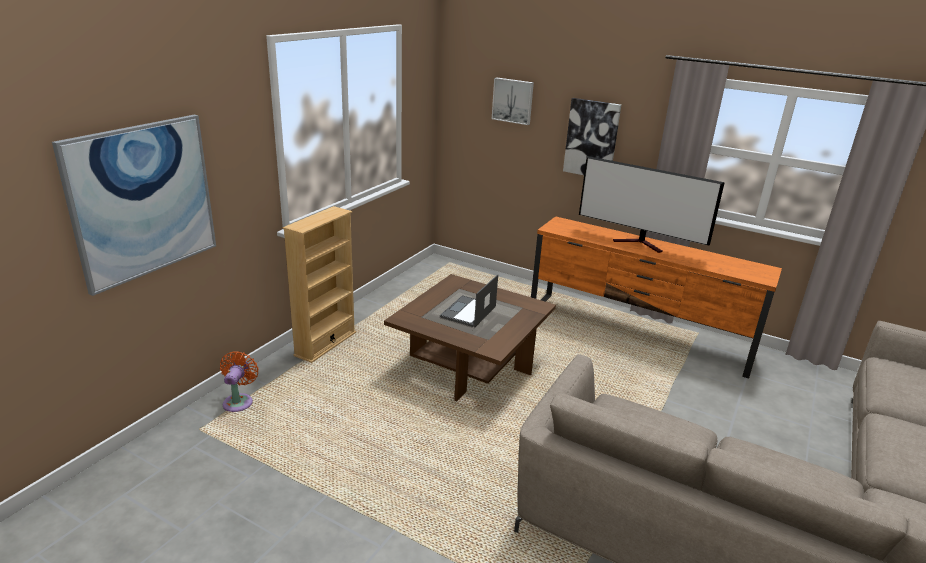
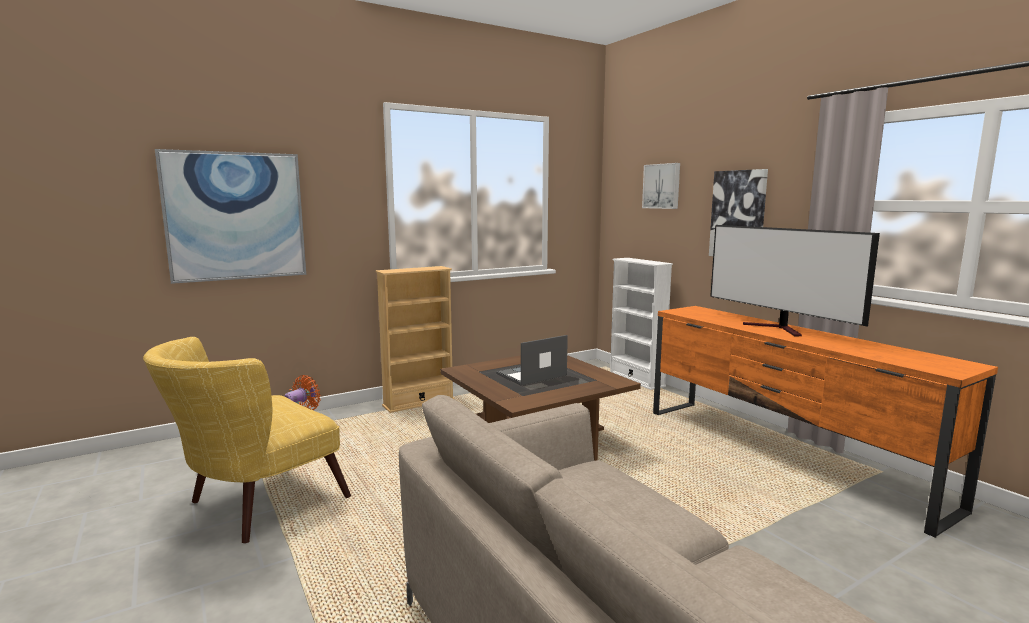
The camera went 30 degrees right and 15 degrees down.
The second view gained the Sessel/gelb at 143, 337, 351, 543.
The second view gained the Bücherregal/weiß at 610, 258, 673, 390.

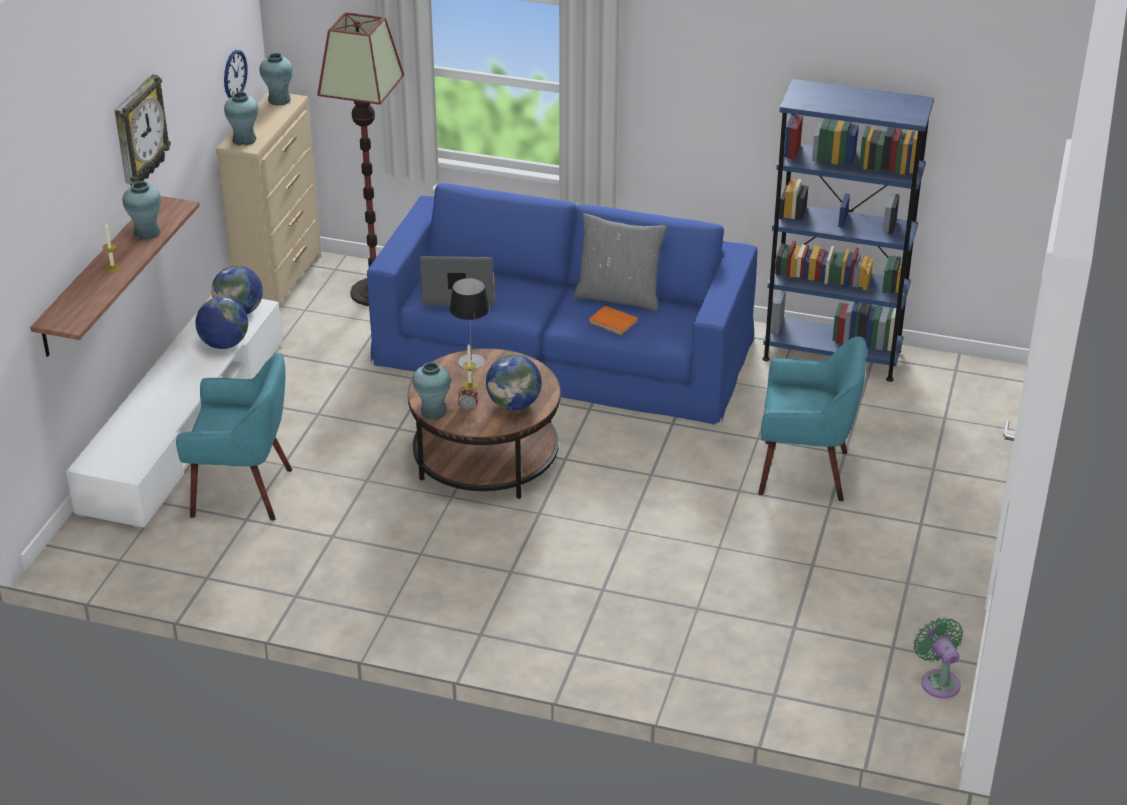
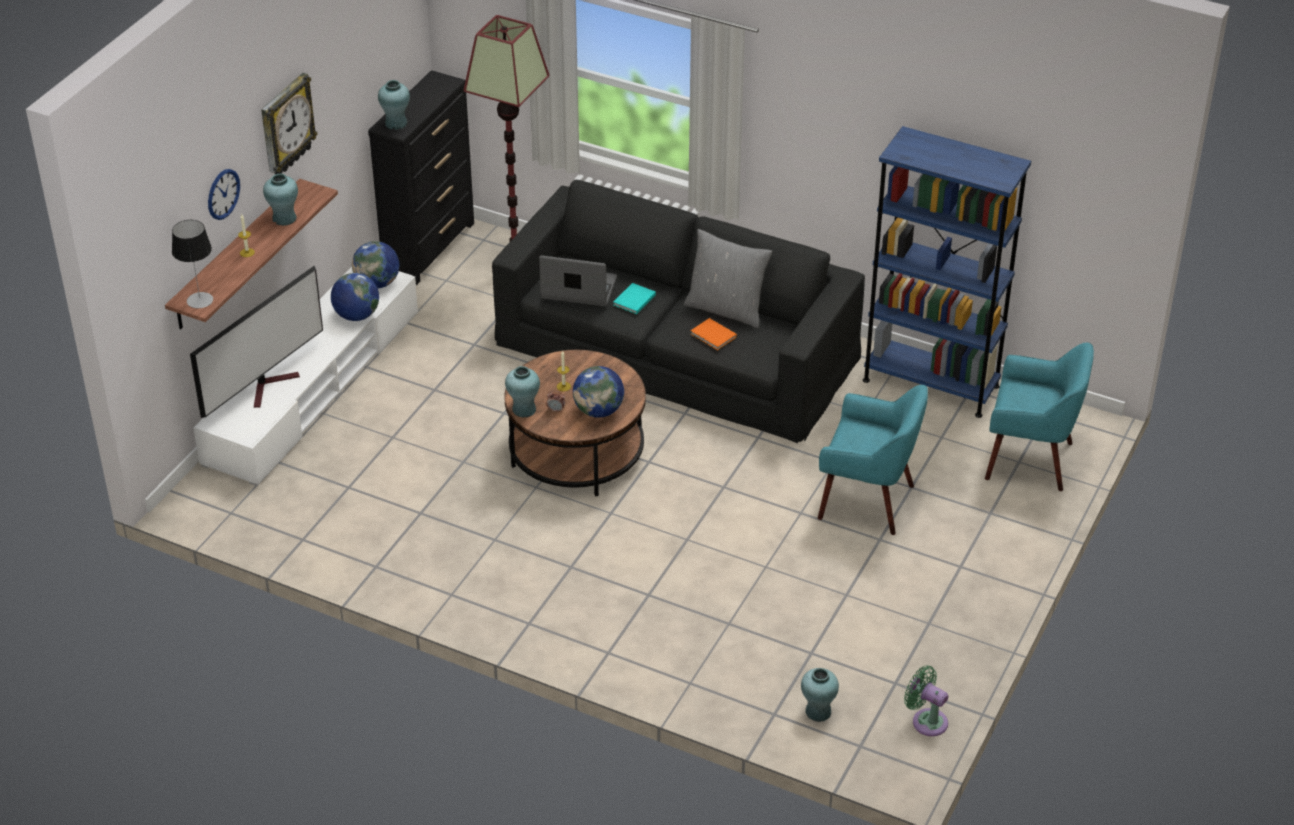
The camera went 10 degrees right and 5 degrees up.
The second view gained the Fernseher at 190, 266, 323, 418.
The second view gained the Buch/türkis at 613, 283, 656, 314.
The Sessel/türkis ended up elsewhere, having gone from 176, 353, 292, 521 to 985, 343, 1094, 491.
The Wanduhr ended up elsewhere, having gone from 224, 50, 248, 98 to 208, 169, 240, 220.
The Vase/türkis ended up elsewhere, having gone from 260, 53, 293, 106 to 801, 668, 839, 722.
The Tischlampe ended up elsewhere, having gone from 450, 278, 490, 369 to 172, 220, 213, 308.
What was the Kommode/beige at 216, 92, 322, 304 turned into the Kommode/schwarz at 368, 70, 474, 285.
What was the Sofa/blau at 367, 183, 758, 425 turned into the Sofa/schwarz at 492, 180, 865, 443.
The Ventilator/grün at 914, 618, 963, 698 ended up facing another way, 45 degrees counterclockwise from before.

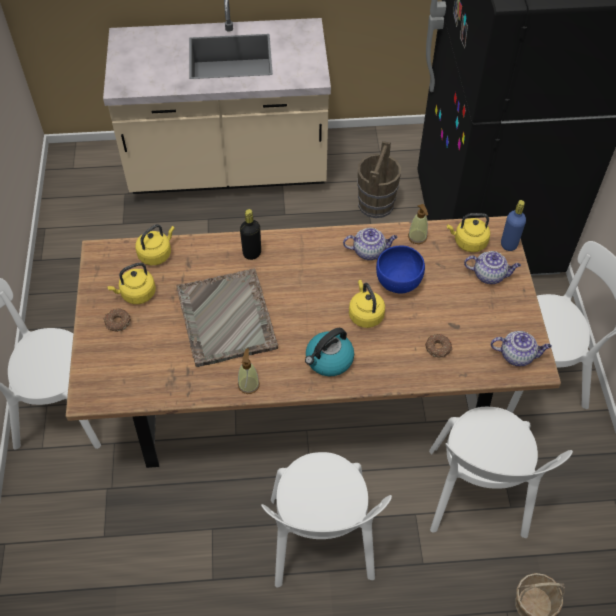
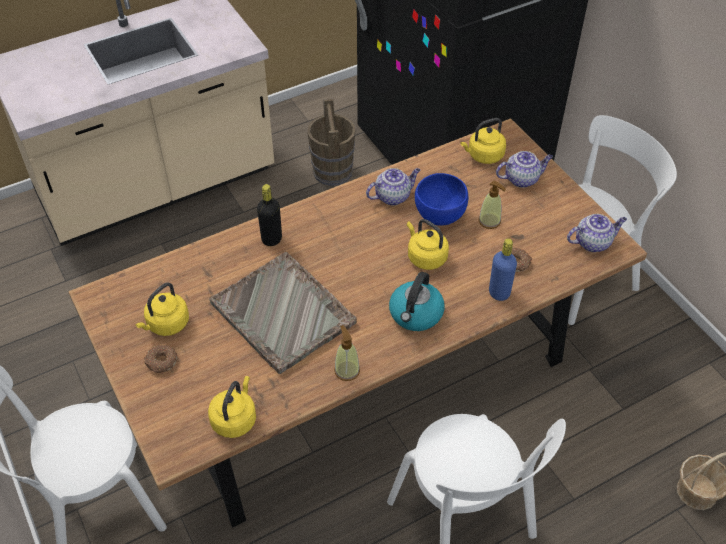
The camera went 25 degrees left and 5 degrees down.
The second view lost the Stuhl/weiß at 429, 407, 573, 538.
The Wasserkessel/gelb ended up elsewhere, having gone from 135, 224, 175, 265 to 208, 376, 256, 438.
The Seifenspender ended up elsewhere, having gone from 408, 204, 428, 244 to 479, 180, 506, 229.
The Flasche/blau ended up elsewhere, having gone from 501, 200, 526, 251 to 489, 238, 517, 301.

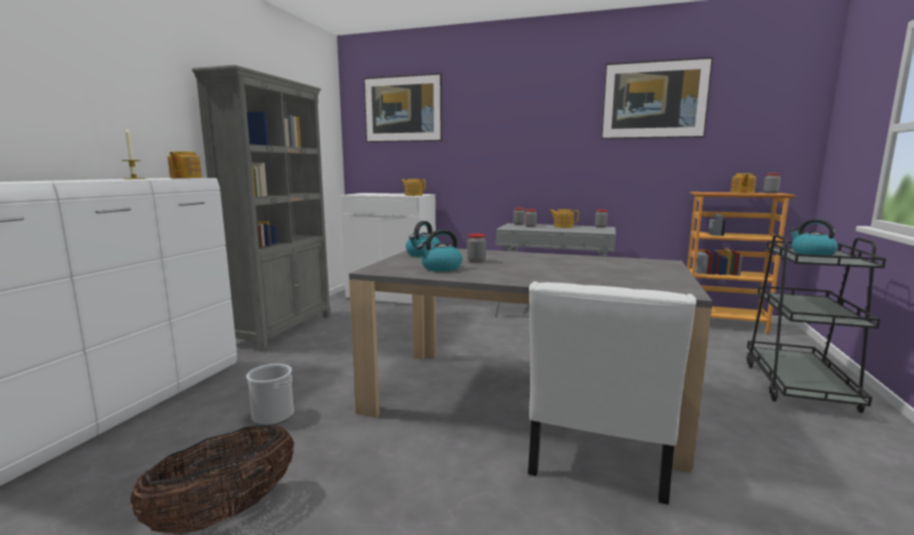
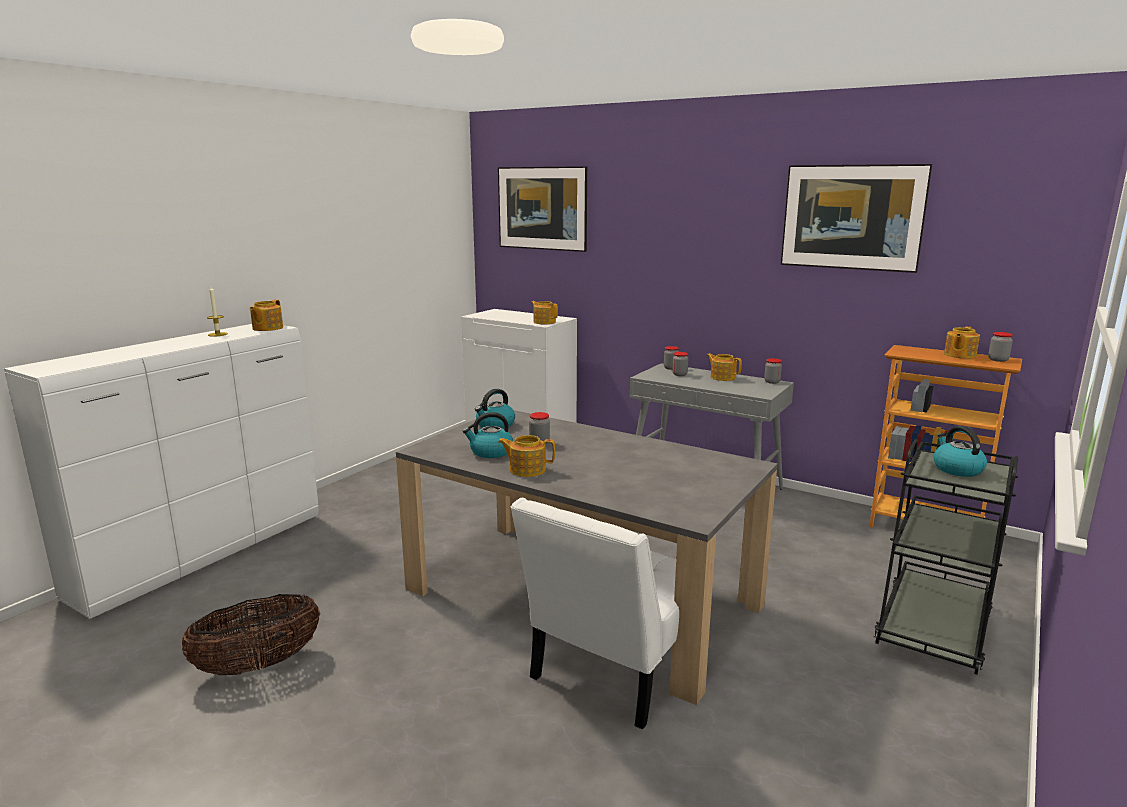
The camera went 15 degrees right and 5 degrees up.
The second view lost the Bücherregal/grau at 192, 65, 331, 352.
The second view lost the Eimer at 246, 364, 294, 425.
The second view gained the Teekanne at 498, 435, 555, 477.

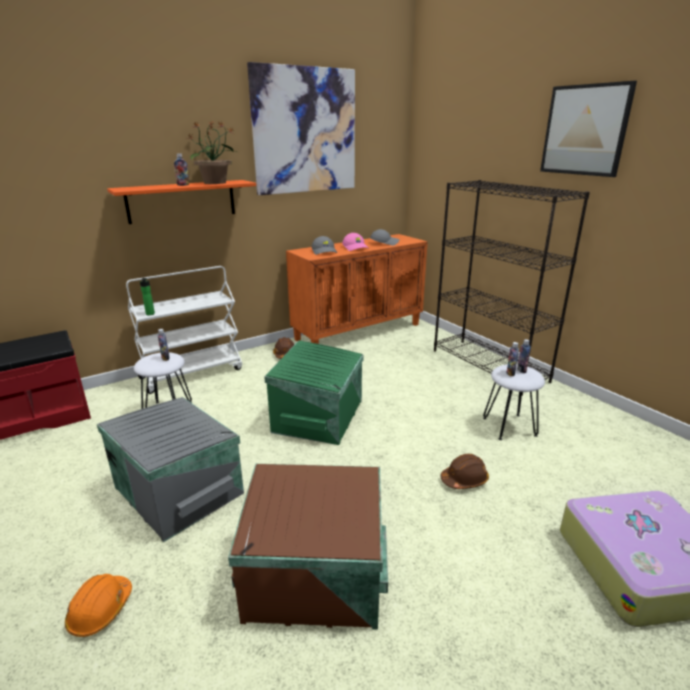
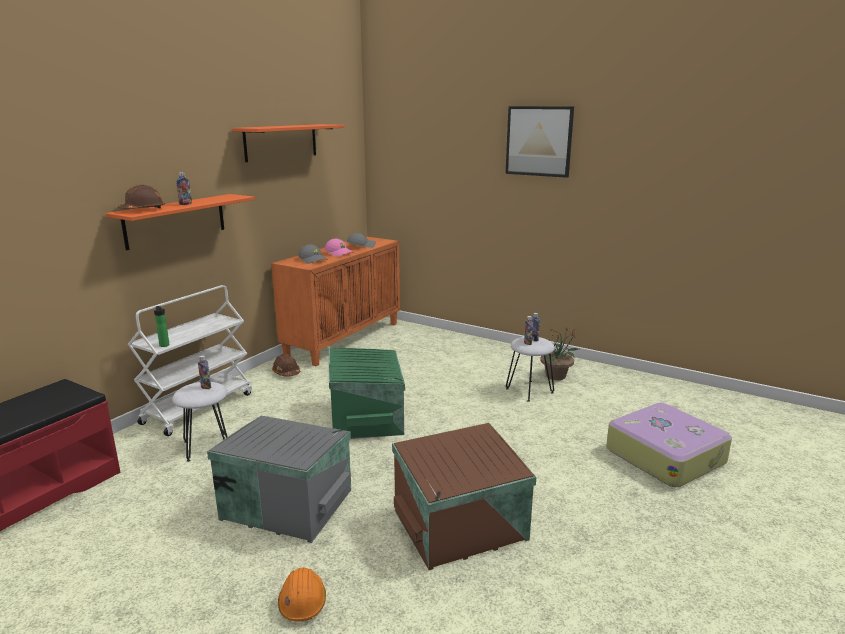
The camera went 25 degrees left and 5 degrees down.
The second view lost the Bücherregal/schwarz at 434, 180, 590, 396.
The Topfpflanze ended up elsewhere, having gone from 185, 120, 239, 184 to 540, 327, 579, 380.
The Schutzhelm/braun ended up elsewhere, having gone from 440, 454, 489, 489 to 118, 185, 165, 209.
Where the Bild hung at 247, 62, 355, 195, the Wandregal/orange came to hang at 232, 124, 345, 162.

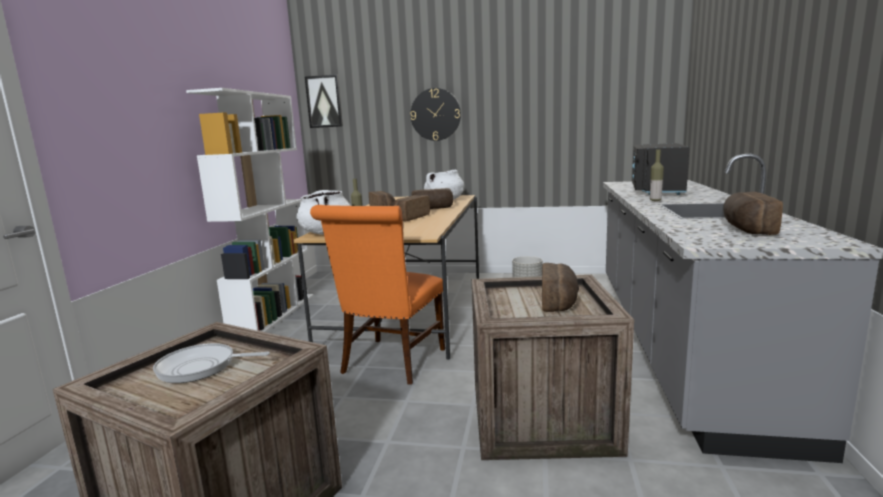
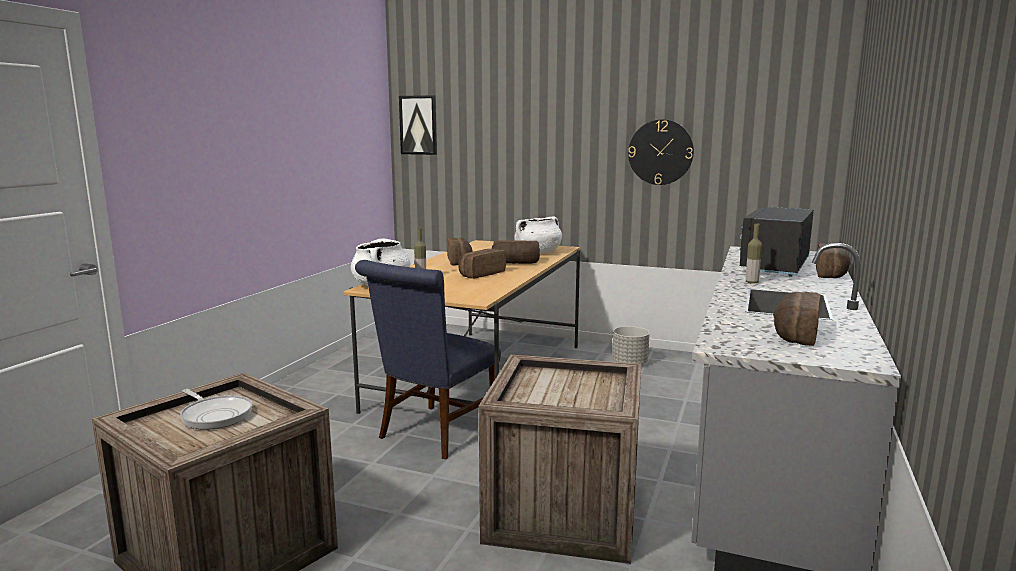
The camera went 10 degrees right and 0 degrees up.
The second view lost the Bücherregal/weiß at 186, 88, 313, 332.
The Wanduhr ended up elsewhere, having gone from 410, 88, 461, 141 to 628, 119, 694, 185.
The Brot ended up elsewhere, having gone from 542, 263, 579, 312 to 816, 243, 851, 278.
What was the Stuhl/orange at 310, 205, 445, 385 turned into the Stuhl/blau at 355, 260, 501, 459.
The Pfanne at 153, 343, 270, 383 ended up facing another way, 150 degrees counterclockwise from before.

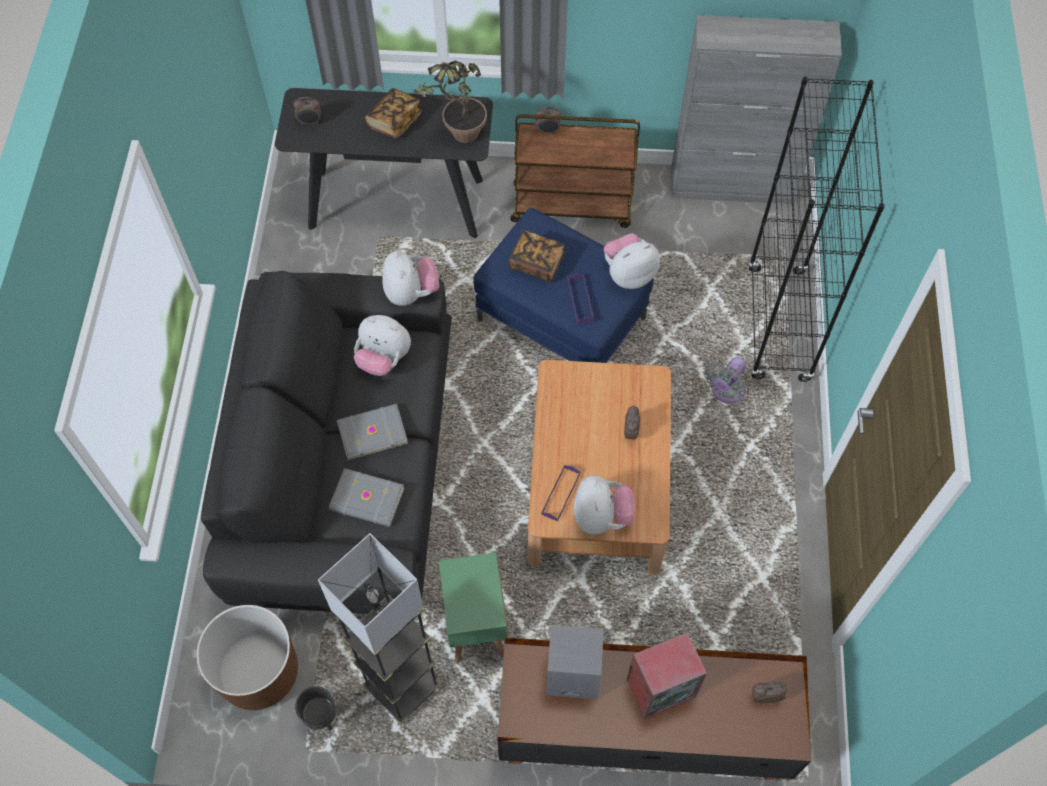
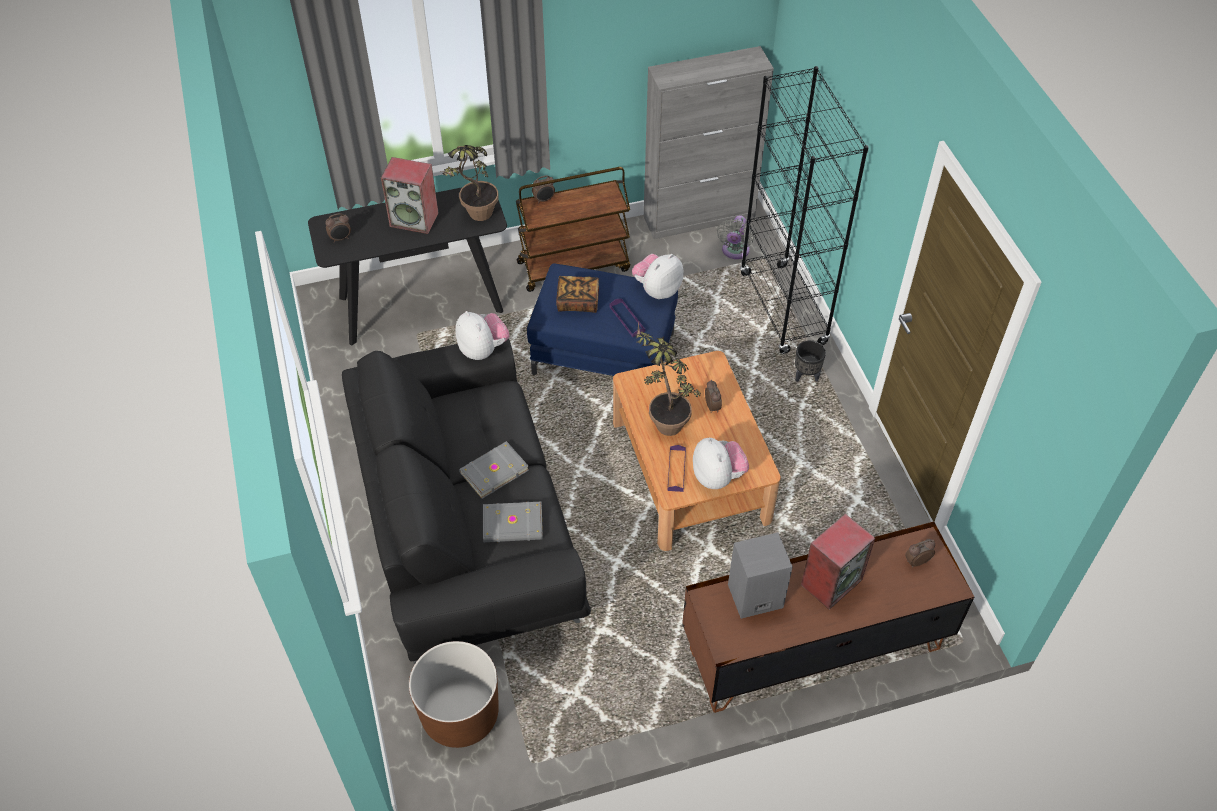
The camera went 20 degrees left and 10 degrees down.
The second view lost the Stehlampe/grau at 318, 533, 441, 724.
The second view lost the Plüschtier at 354, 315, 411, 376.
The second view lost the Beistelltisch/grün at 439, 553, 508, 664.
The second view gained the Topfpflanze at 636, 321, 701, 436.
The Pflanzkübel/schwarz ended up elsewhere, having gone from 295, 686, 336, 731 to 795, 340, 826, 382.
The Ventilator/grau ended up elsewhere, having gone from 705, 357, 746, 403 to 717, 215, 754, 259.
Where the Buch stood at 365, 88, 422, 139, the Lautsprecher came to stand at 381, 157, 439, 234.

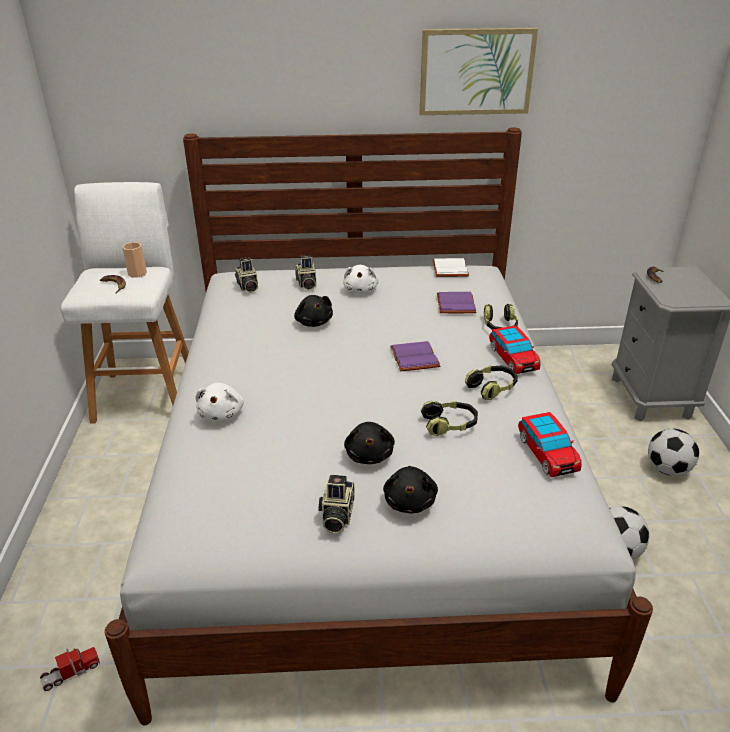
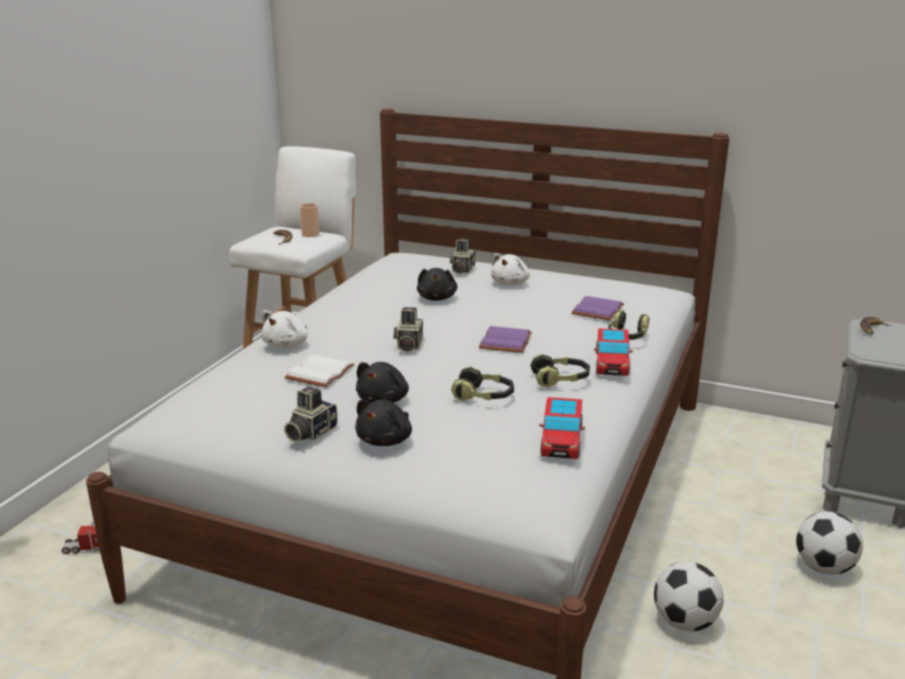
The camera went 25 degrees right and 10 degrees down.
The second view lost the Bild at 420, 28, 538, 115.
The Kamera ended up elsewhere, having gone from 235, 257, 258, 293 to 394, 307, 423, 352.
The Buch/weiß ended up elsewhere, having gone from 433, 258, 469, 277 to 285, 355, 354, 387.

